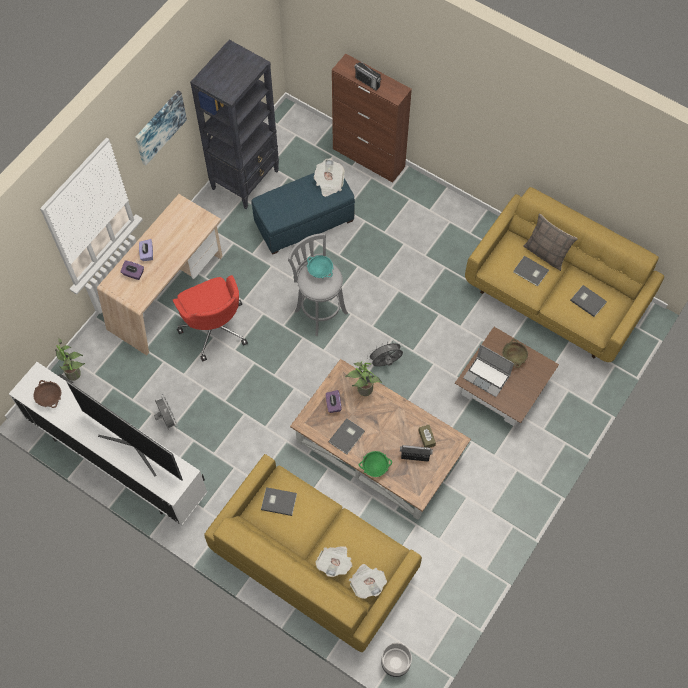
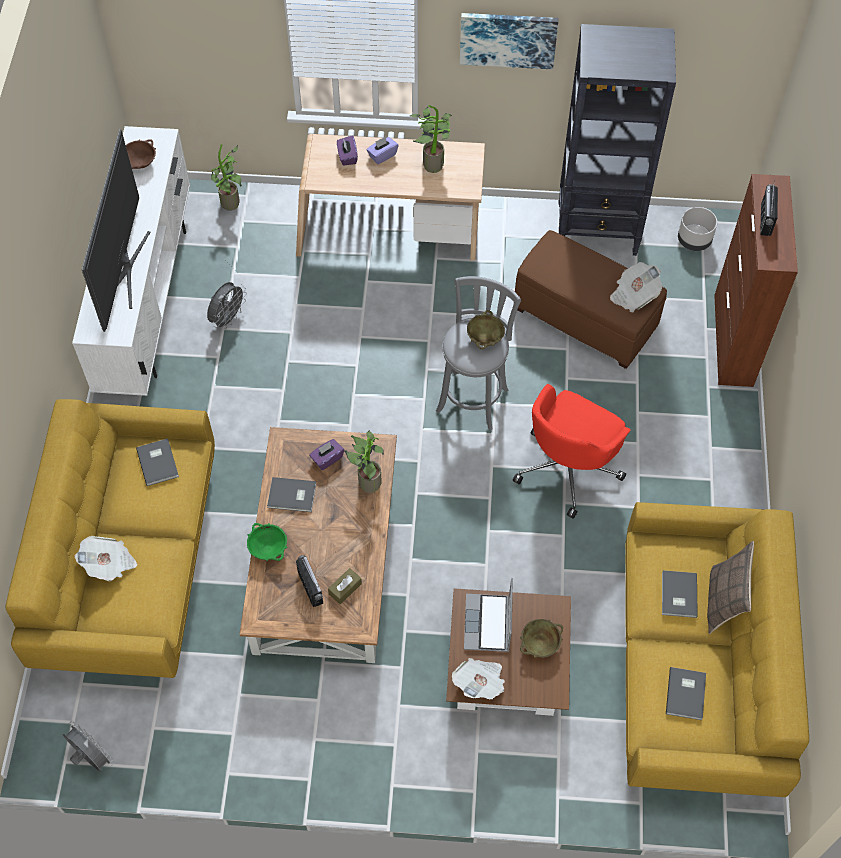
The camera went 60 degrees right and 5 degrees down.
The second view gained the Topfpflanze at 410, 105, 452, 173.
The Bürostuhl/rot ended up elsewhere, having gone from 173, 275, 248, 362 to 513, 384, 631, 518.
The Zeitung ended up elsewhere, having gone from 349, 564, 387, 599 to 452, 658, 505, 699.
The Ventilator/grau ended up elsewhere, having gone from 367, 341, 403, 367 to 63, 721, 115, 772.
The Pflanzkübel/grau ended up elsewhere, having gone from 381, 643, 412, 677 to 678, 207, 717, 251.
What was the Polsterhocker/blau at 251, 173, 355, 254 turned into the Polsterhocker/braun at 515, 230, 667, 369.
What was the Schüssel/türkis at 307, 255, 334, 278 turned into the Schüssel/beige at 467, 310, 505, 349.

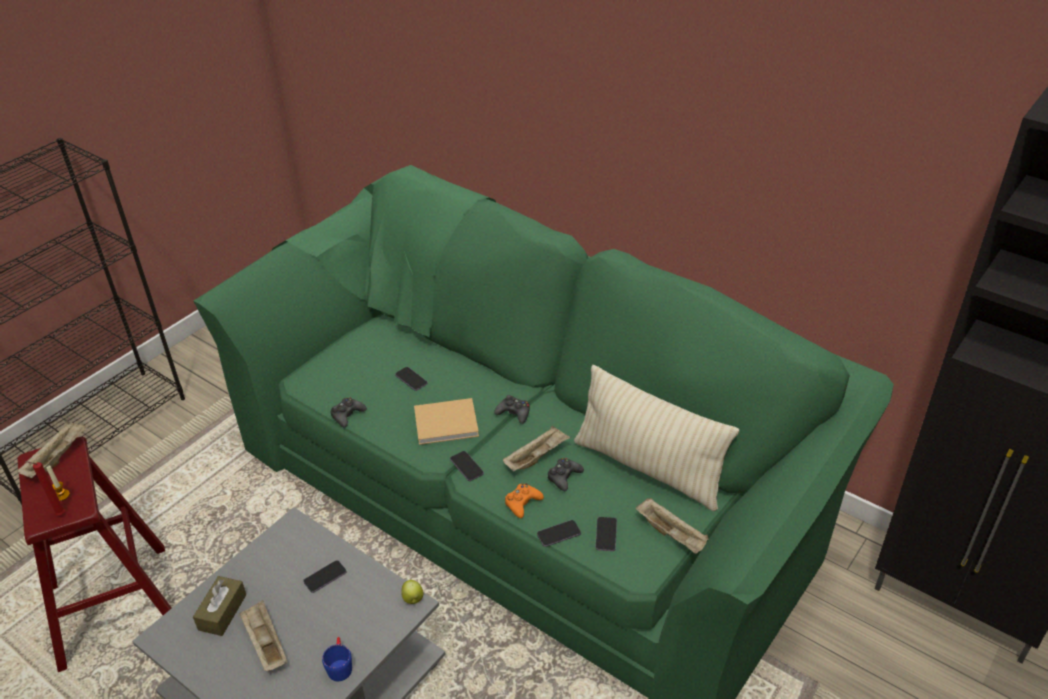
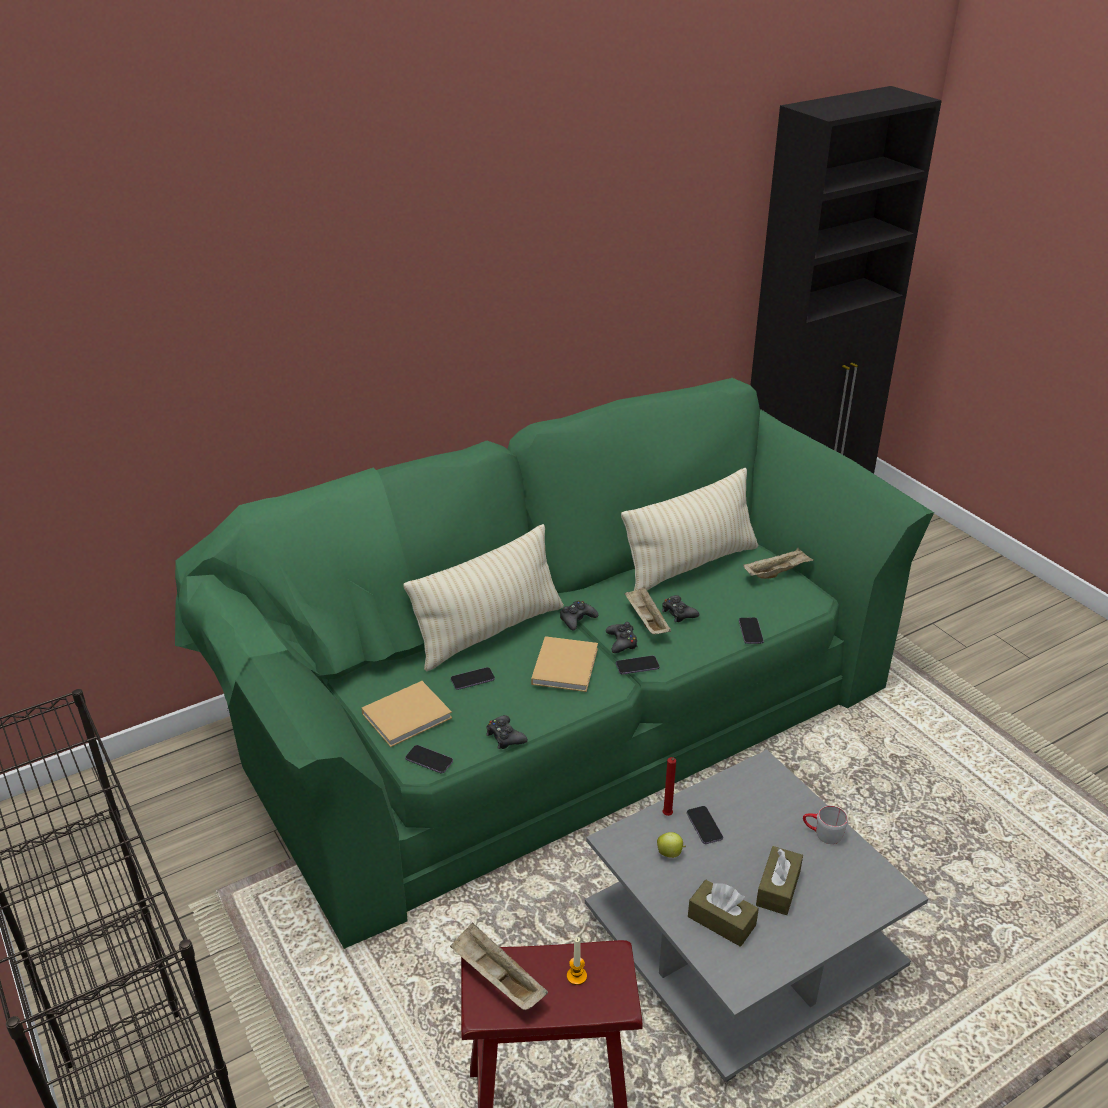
The camera went 70 degrees left and 5 degrees down.
The second view lost the Gamepad/orange at 505, 483, 544, 518.
The second view gained the Buch/beige at 361, 681, 452, 747.
The second view gained the Kissen/beige at 403, 524, 564, 671.
The second view gained the Gamepad/schwarz at 606, 622, 638, 653.
The Kerze/rot ended up elsewhere, having gone from 25, 461, 65, 516 to 662, 757, 676, 816.
The Apfel ended up elsewhere, having gone from 401, 580, 423, 604 to 657, 832, 686, 858.
The Handy ended up elsewhere, having gone from 595, 517, 617, 551 to 405, 745, 453, 773.
Where the Tablett/beige stood at 239, 600, 288, 671, the Taschentuchbox/braun came to stand at 756, 846, 803, 915.
What was the Henkelbecher/blau at 322, 637, 352, 681 turned into the Henkelbecher/grau at 803, 806, 848, 844.

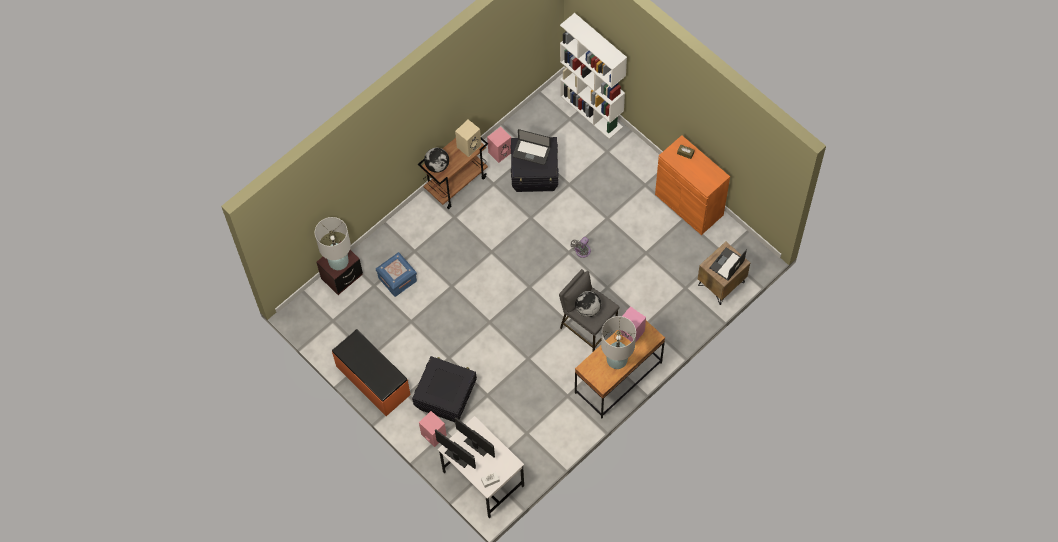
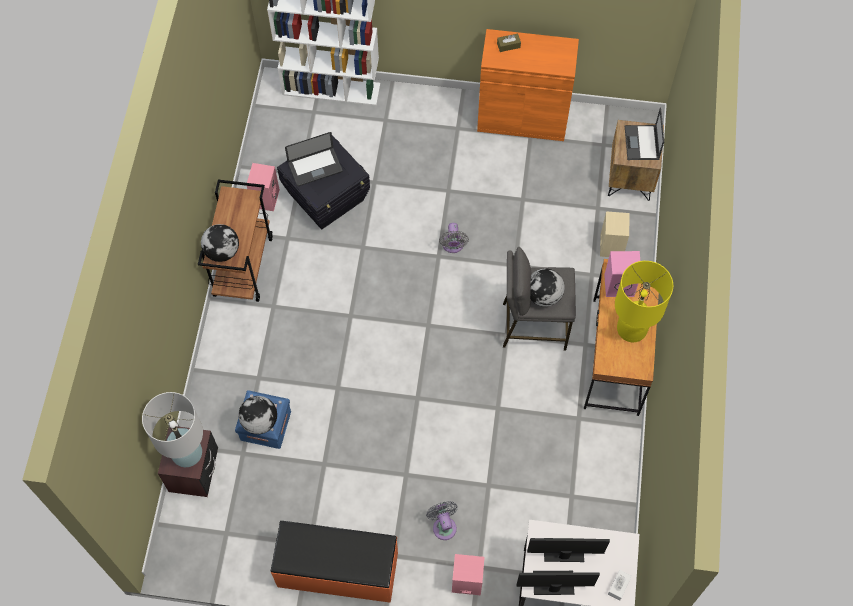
The camera went 40 degrees left and 0 degrees up.
The second view gained the Globus at 238, 396, 277, 434.
The Lautsprecher/beige ended up elsewhere, having gone from 455, 120, 481, 157 to 600, 211, 630, 257.
Where the Aufbewahrungsbox/schwarz stood at 412, 356, 477, 422, the Ventilator/grau came to stand at 426, 501, 457, 540.
What was the Tischlampe/weiß at 601, 316, 636, 369 turned into the Tischlampe/gelb at 615, 261, 673, 342.

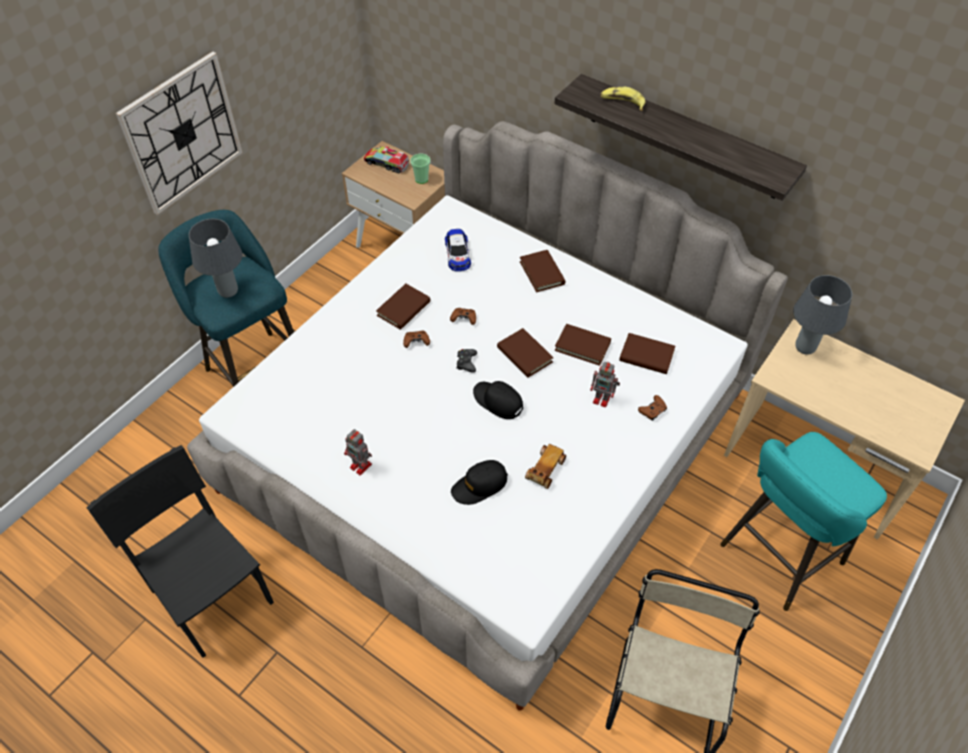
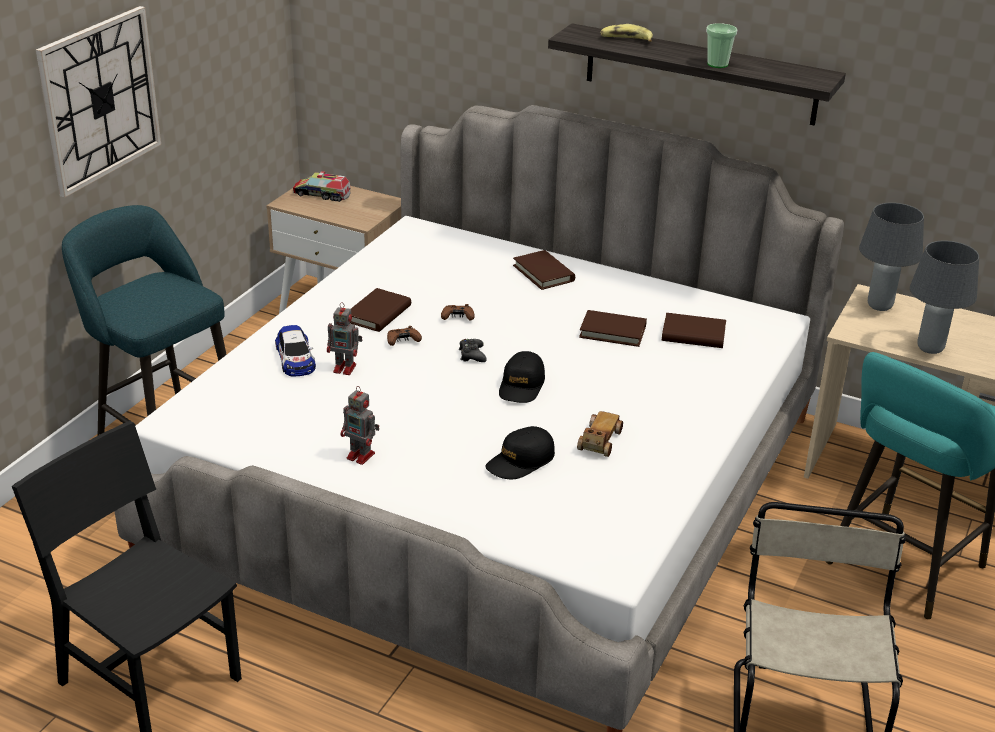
The camera went 10 degrees left and 20 degrees down.
The second view lost the Buch/braun at 497, 328, 554, 378.
The second view lost the Gamepad/braun at 638, 395, 667, 421.
The Tischlampe/grau ended up elsewhere, having gone from 189, 219, 243, 298 to 910, 240, 979, 354.
The Tasse ended up elsewhere, having gone from 410, 154, 431, 184 to 706, 23, 738, 68.
The Spielzeugauto ended up elsewhere, having gone from 445, 229, 471, 271 to 275, 325, 316, 377.
The Spielzeugroboter ended up elsewhere, having gone from 590, 362, 620, 407 to 327, 302, 362, 375.
The Kappe/schwarz at 473, 381, 523, 419 ended up facing another way, 105 degrees counterclockwise from before.

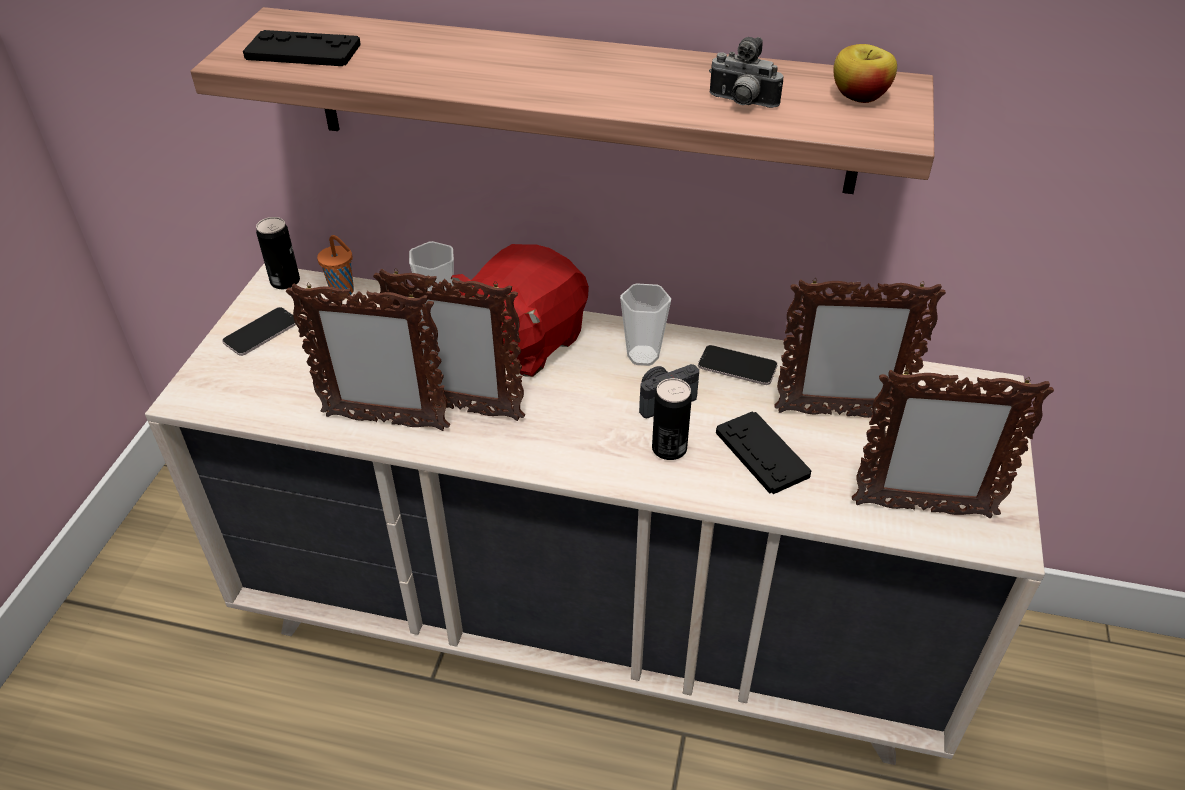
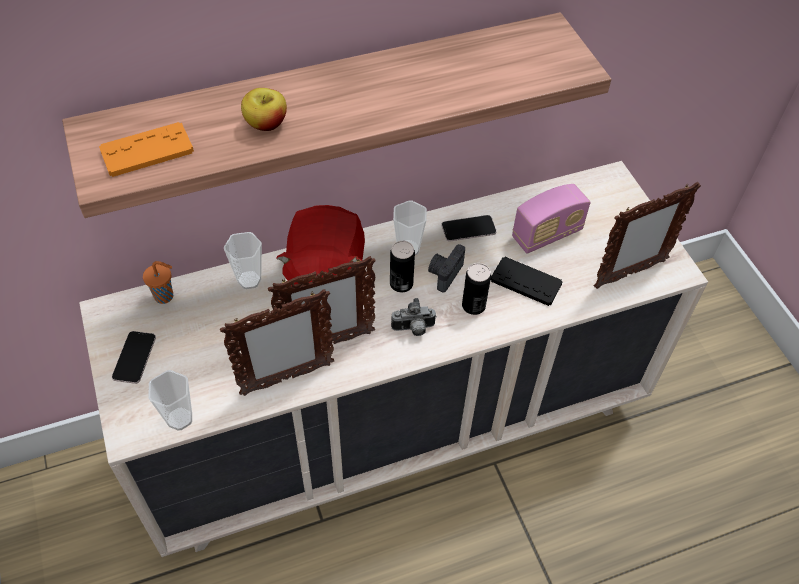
The camera went 35 degrees left and 10 degrees up.
The second view gained the Tasse at 148, 370, 192, 431.
The Dose ended up elsewhere, having gone from 256, 217, 300, 289 to 390, 241, 415, 293.
The Kamera ended up elsewhere, having gone from 709, 37, 783, 108 to 391, 298, 436, 336.
The Apfel ended up elsewhere, having gone from 833, 44, 897, 103 to 241, 88, 287, 131.
Where the Bilderrahmen stood at 774, 278, 946, 418, the Radio came to stand at 512, 184, 591, 254.
What was the Gamepad/schwarz at 243, 30, 361, 66 turned into the Gamepad/orange at 99, 122, 194, 177.

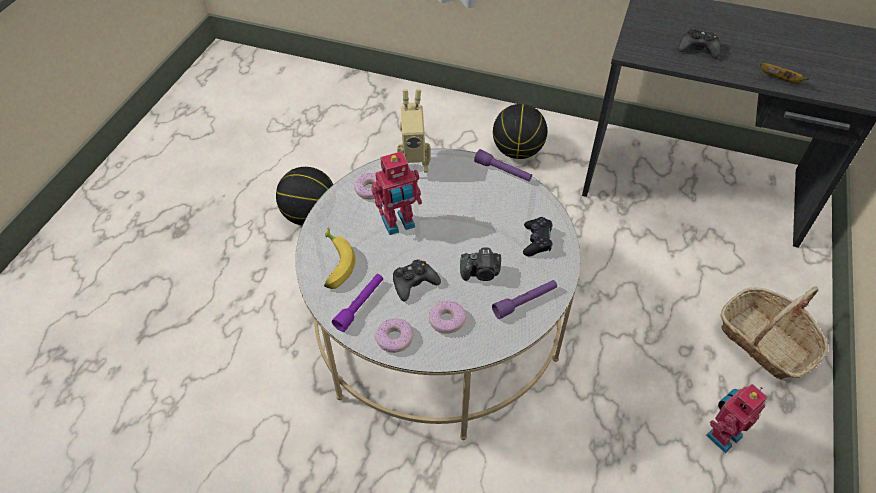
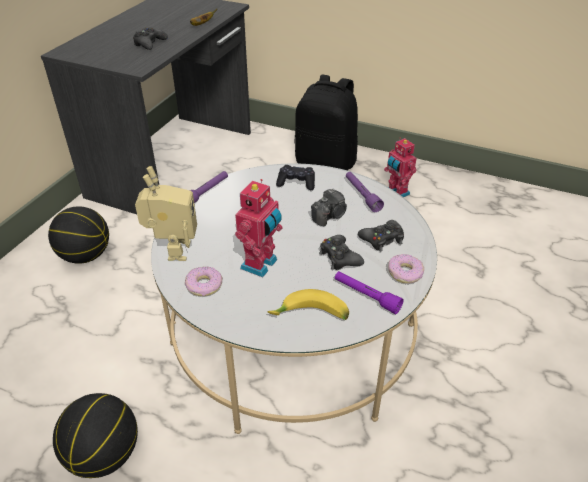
The camera went 85 degrees left and 10 degrees down.
Where the Donut stood at 429, 301, 467, 334, the Gamepad/schwarz came to stand at 358, 220, 404, 251.
Where the Korb stood at 720, 287, 828, 380, the Rucksack/schwarz came to stand at 294, 75, 358, 171.
The Spielzeugroboter at 371, 151, 422, 235 ended up facing another way, 45 degrees clockwise from before.
The Kamera at 460, 248, 501, 281 ended up facing another way, 45 degrees clockwise from before.

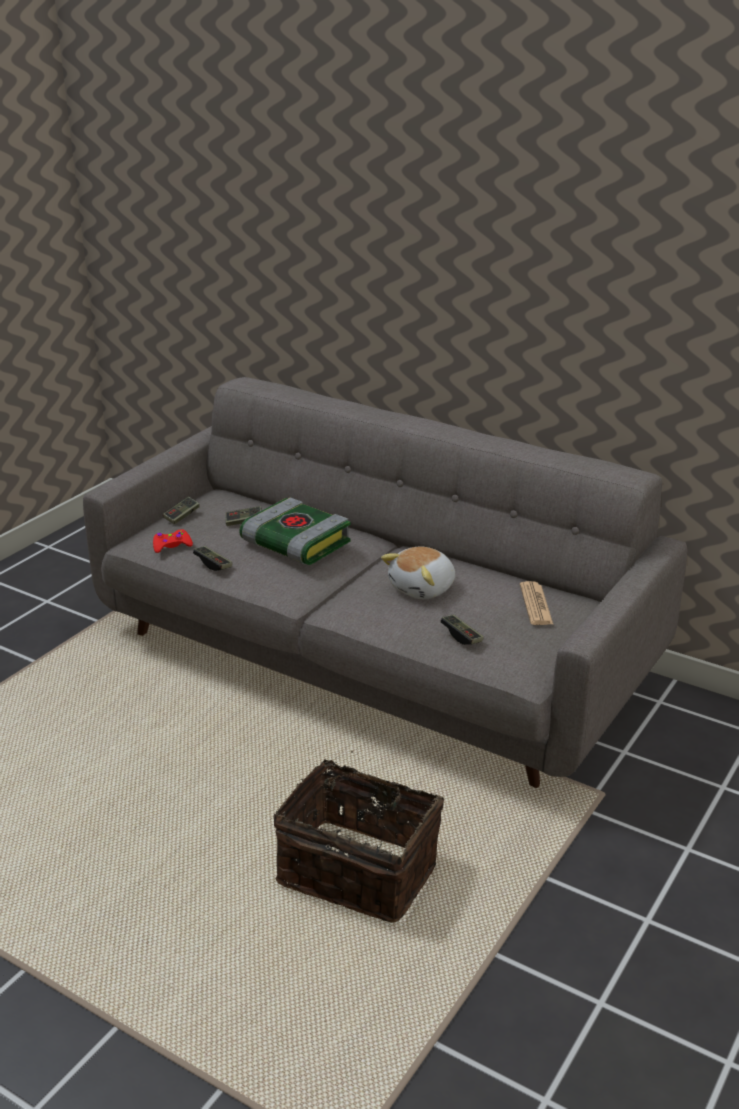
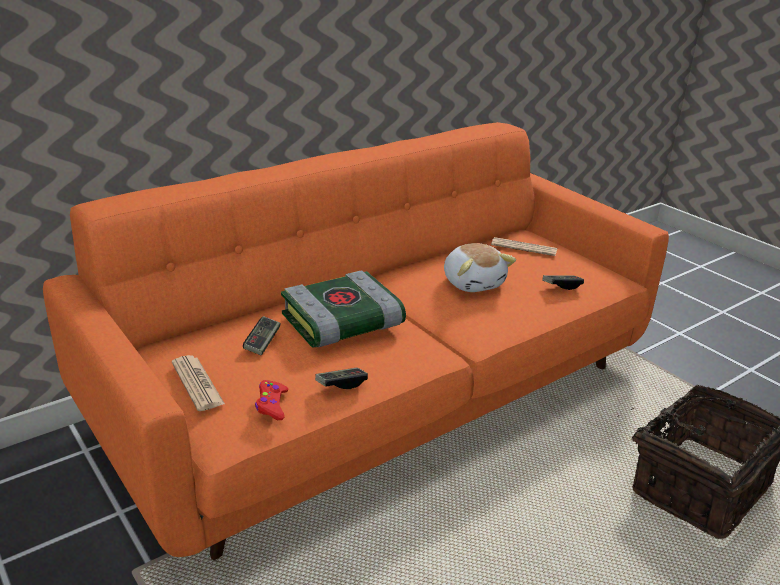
The camera went 70 degrees left and 0 degrees up.
Where the Gamepad stood at 163, 497, 200, 524, the Zeitung came to stand at 172, 355, 225, 411.
What was the Sofa/grau at 83, 377, 687, 788 turned into the Sofa/orange at 43, 122, 669, 560.

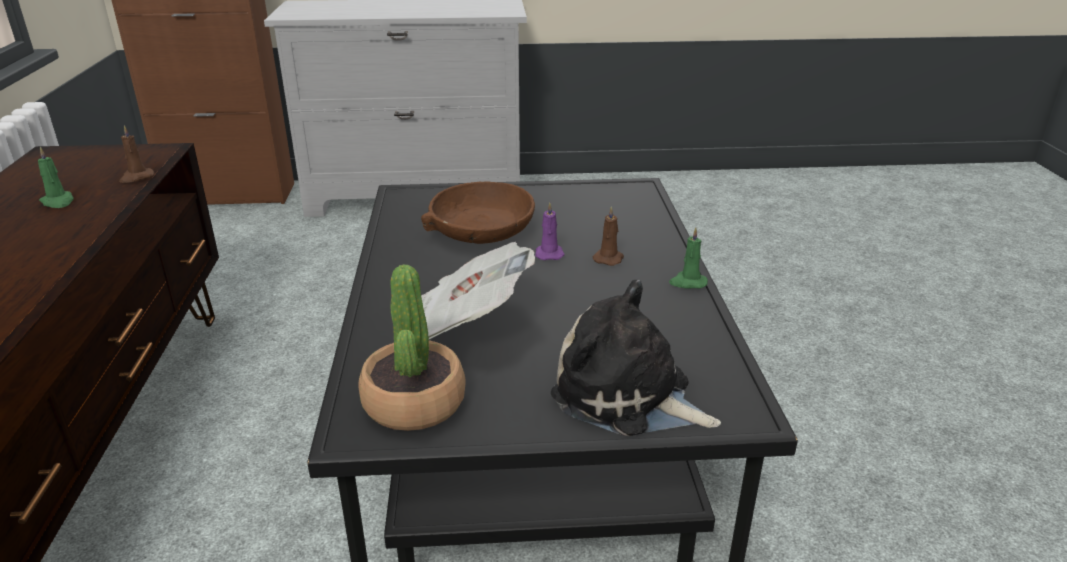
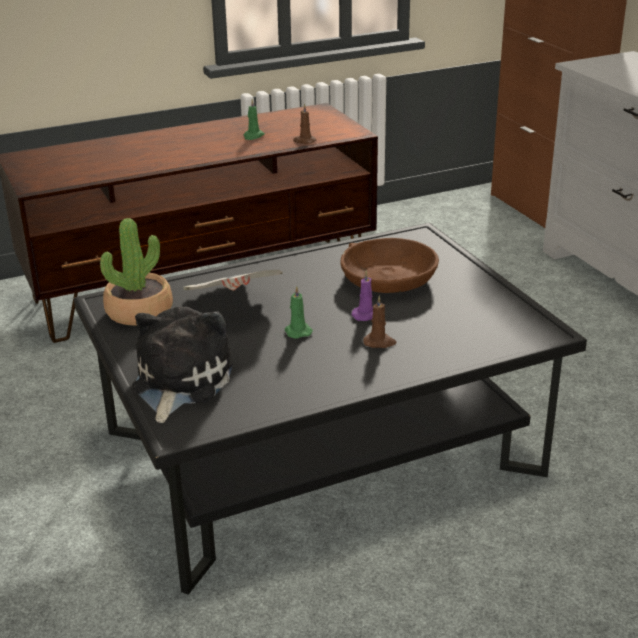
The camera went 70 degrees right and 0 degrees up.
The Kerze/grün ended up elsewhere, having gone from 669, 227, 708, 289 to 285, 286, 313, 339.

